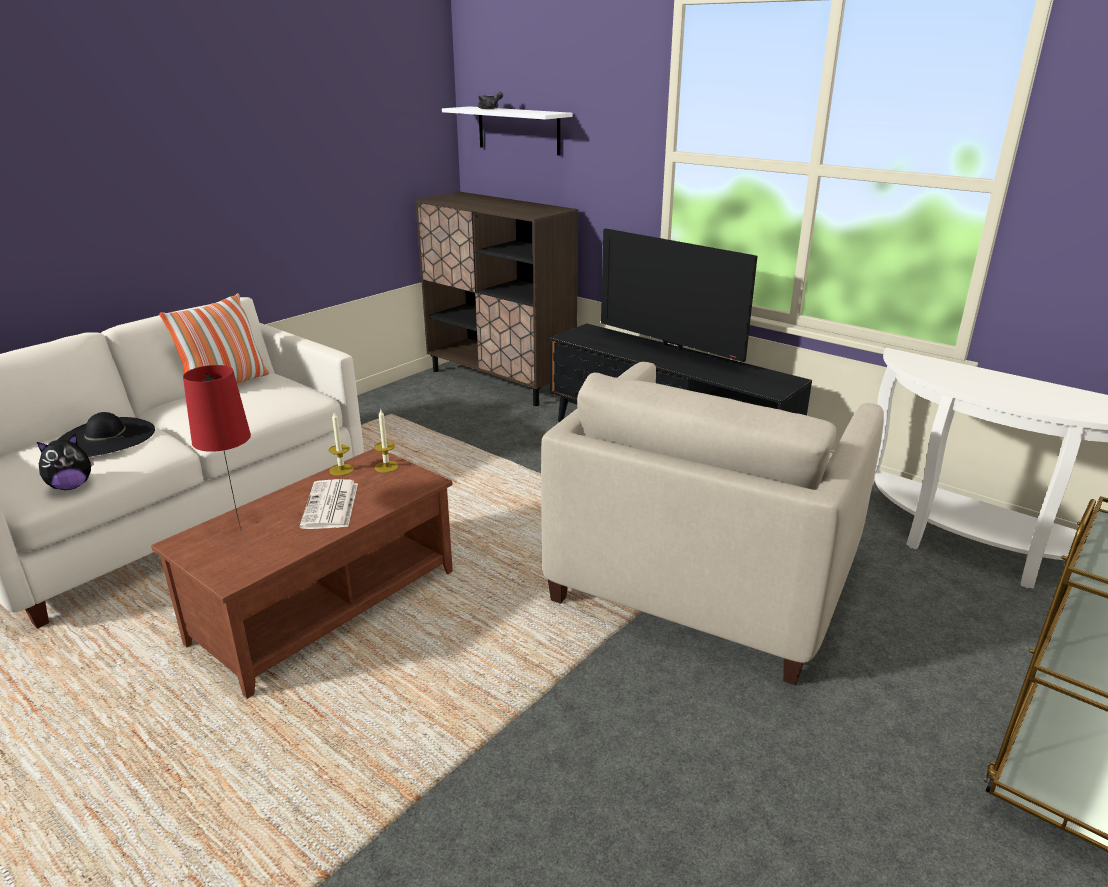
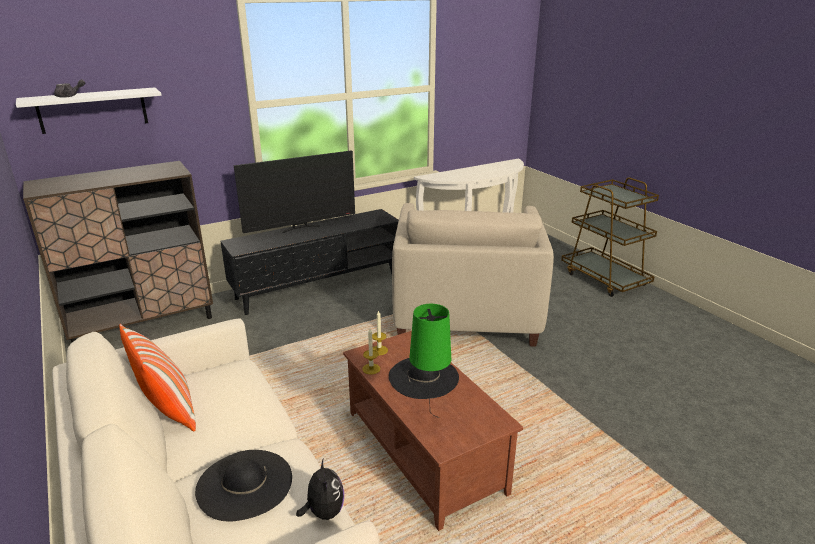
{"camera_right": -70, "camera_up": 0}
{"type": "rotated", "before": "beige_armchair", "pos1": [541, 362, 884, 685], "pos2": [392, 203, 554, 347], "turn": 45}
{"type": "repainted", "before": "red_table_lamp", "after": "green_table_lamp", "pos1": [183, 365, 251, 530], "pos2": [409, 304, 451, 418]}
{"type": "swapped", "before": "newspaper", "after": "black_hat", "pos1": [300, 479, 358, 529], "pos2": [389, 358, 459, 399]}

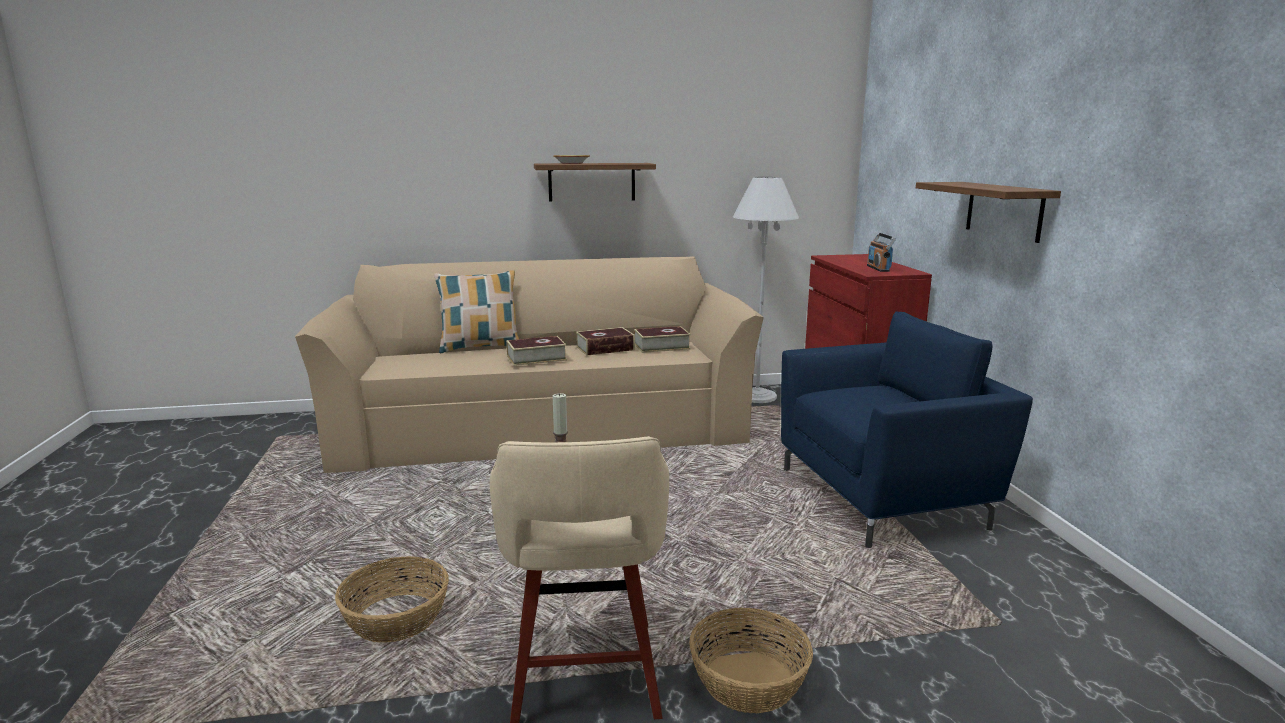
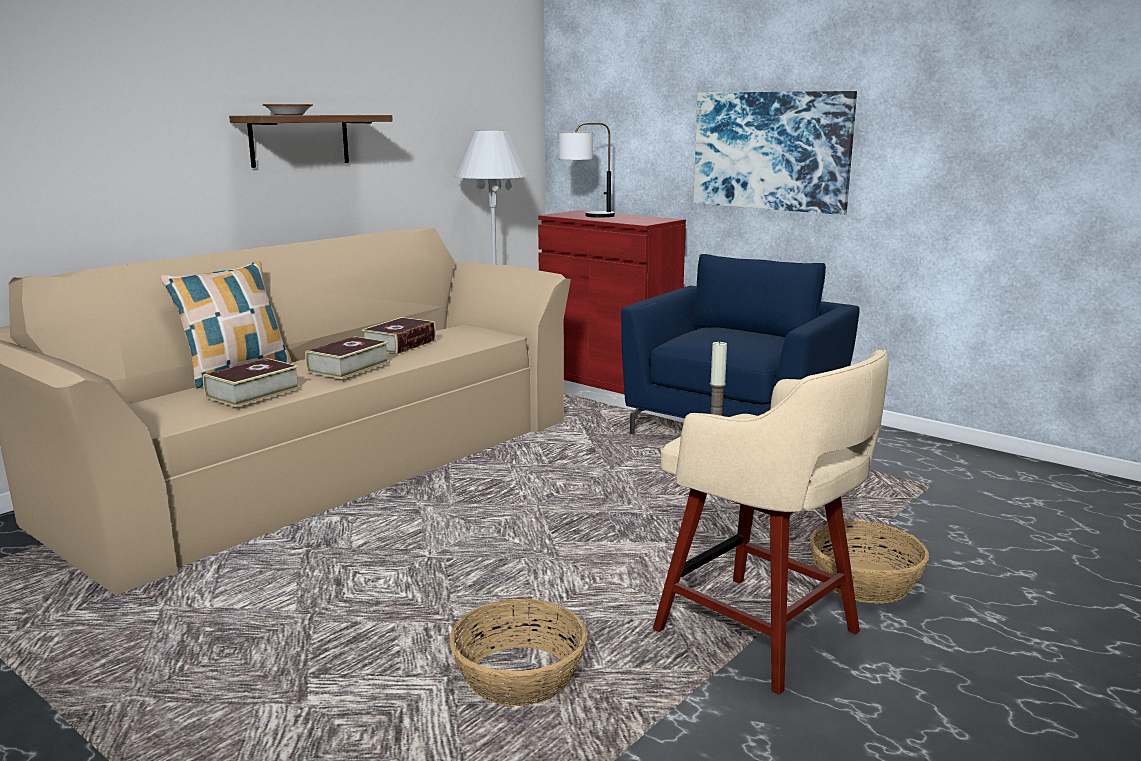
{"camera_right": -40, "camera_up": 0}
{"type": "swapped", "before": "shelf", "after": "picture", "pos1": [916, 182, 1061, 243], "pos2": [693, 91, 857, 215]}
{"type": "gone", "before": "radio", "pos1": [867, 233, 896, 272]}
{"type": "shifted", "before": "book", "pos1": [634, 326, 691, 353], "pos2": [203, 358, 301, 407]}
{"type": "new", "after": "table_lamp", "pos2": [559, 122, 615, 218]}

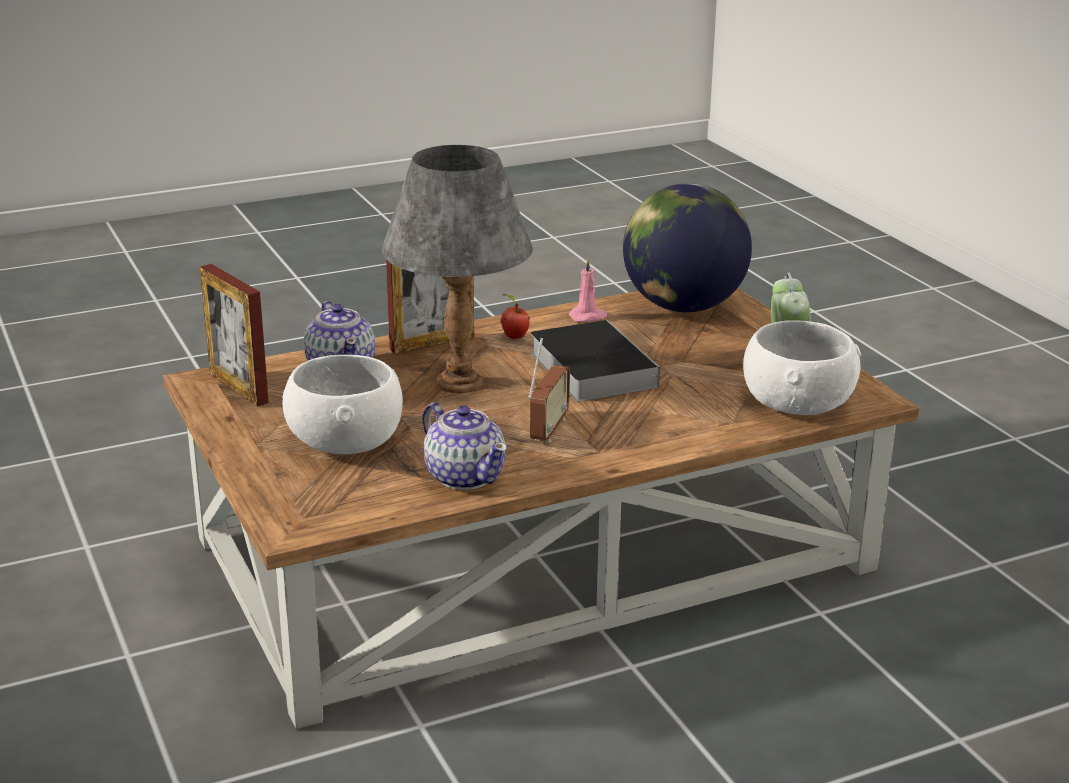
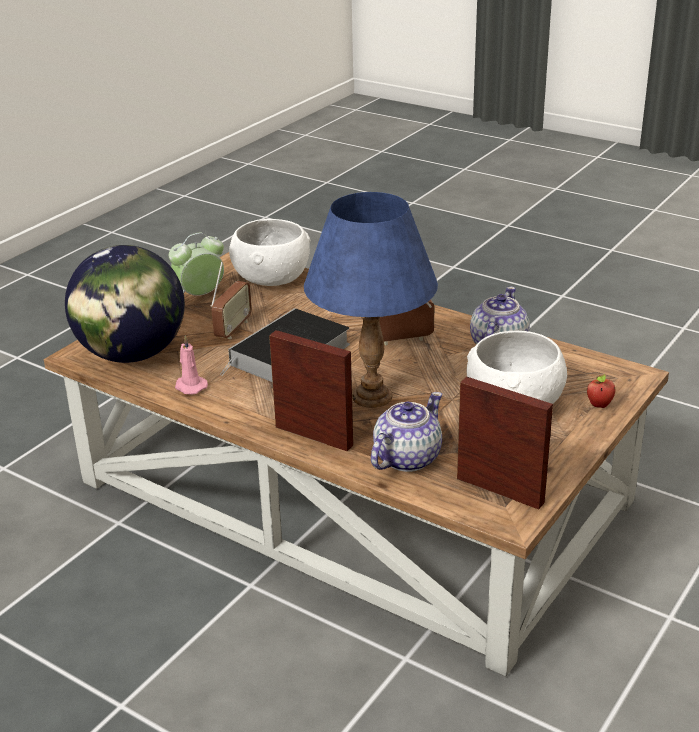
{"camera_right": -120, "camera_up": 5}
{"type": "repainted", "before": "grey_table_lamp", "after": "blue_table_lamp", "pos1": [382, 145, 533, 393], "pos2": [304, 192, 438, 408]}
{"type": "rotated", "before": "picture_frame", "pos1": [200, 264, 269, 407], "pos2": [457, 377, 553, 509], "turn": -75}
{"type": "shifted", "before": "apple", "pos1": [501, 294, 530, 339], "pos2": [587, 374, 615, 408]}
{"type": "new", "after": "radio", "pos2": [211, 262, 252, 339]}

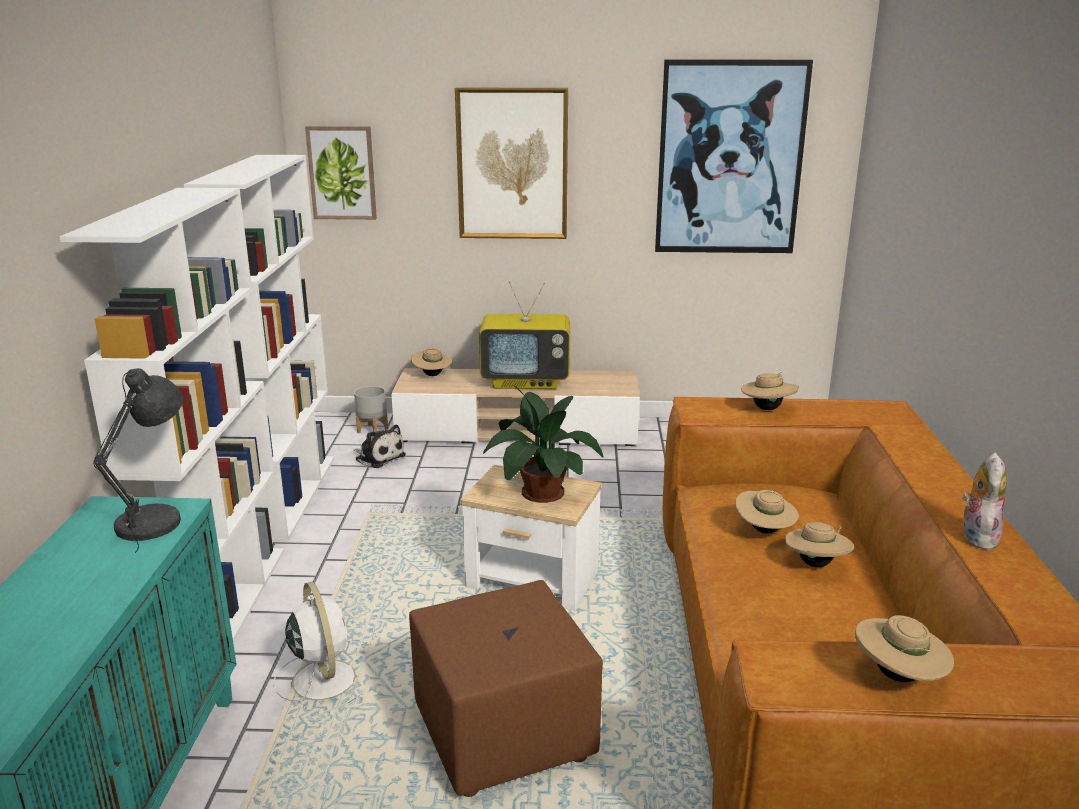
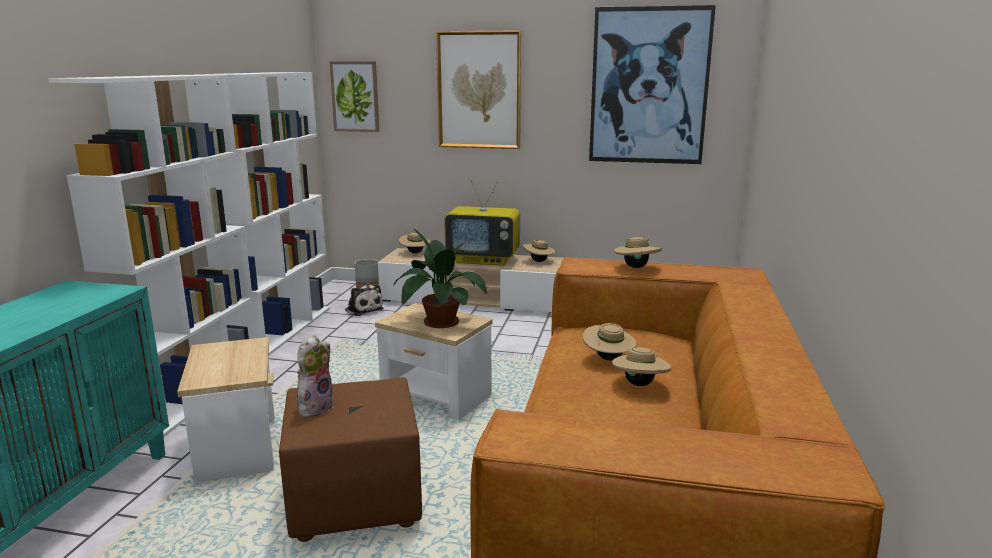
{"camera_right": 10, "camera_up": -5}
{"type": "gone", "before": "grey_table_lamp", "pos1": [93, 368, 183, 553]}
{"type": "shifted", "before": "plush_toy", "pos1": [962, 453, 1007, 550], "pos2": [297, 335, 334, 418]}
{"type": "swapped", "before": "white_fan", "after": "side_table", "pos1": [273, 581, 370, 715], "pos2": [177, 337, 275, 483]}
{"type": "shifted", "before": "beige_hat", "pos1": [855, 615, 954, 682], "pos2": [523, 240, 556, 262]}

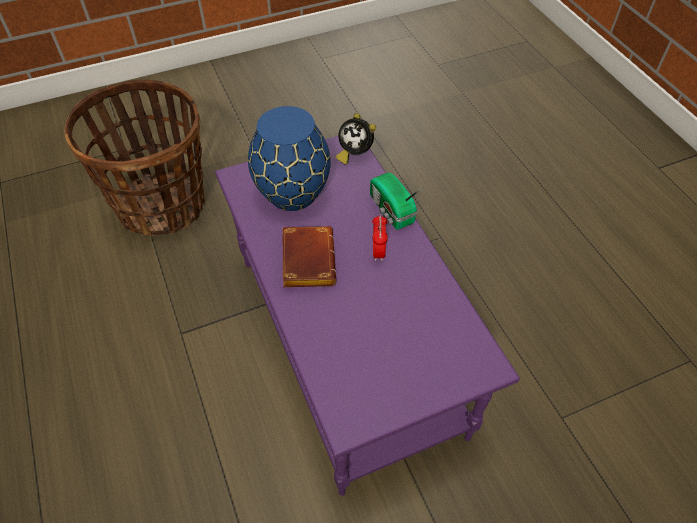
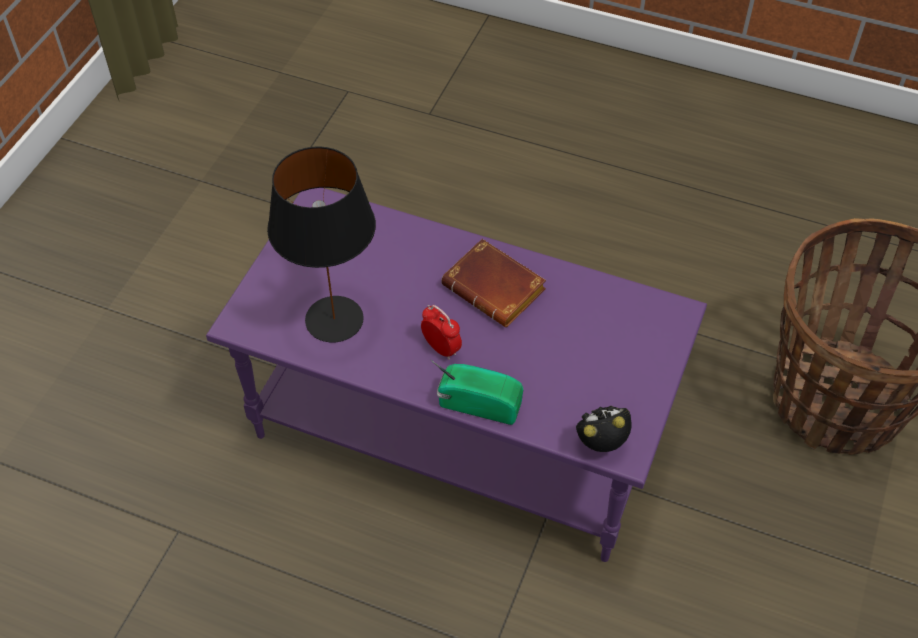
{"camera_right": 135, "camera_up": 0}
{"type": "gone", "before": "blue_vase", "pos1": [248, 106, 331, 211]}
{"type": "new", "after": "black_table_lamp", "pos2": [267, 147, 376, 342]}

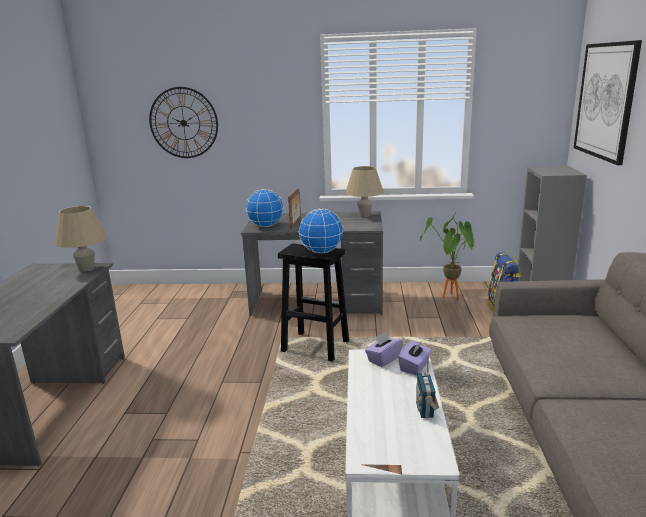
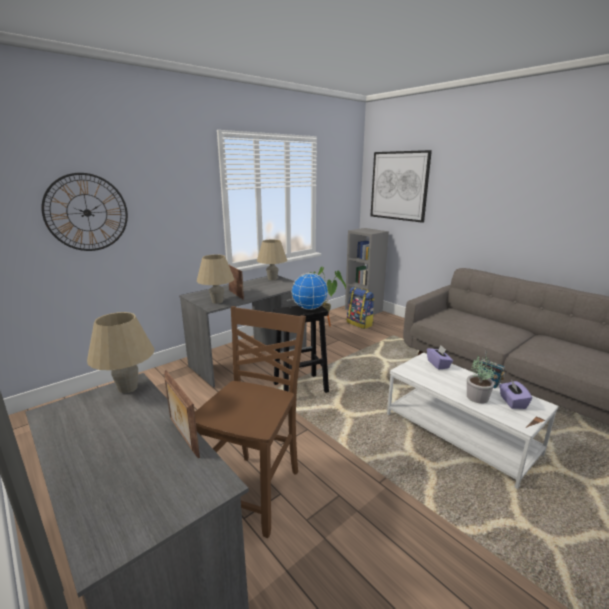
{"camera_right": -45, "camera_up": 0}
{"type": "swapped", "before": "globe", "after": "beige_table_lamp", "pos1": [246, 189, 284, 227], "pos2": [197, 254, 234, 304]}
{"type": "shifted", "before": "purple_tissue_box", "pos1": [365, 332, 403, 367], "pos2": [499, 380, 532, 409]}
{"type": "new", "after": "brown_chair", "pos2": [195, 306, 306, 538]}
{"type": "new", "after": "potted_plant", "pos2": [467, 354, 496, 404]}
{"type": "new", "after": "picture_frame", "pos2": [165, 370, 200, 459]}

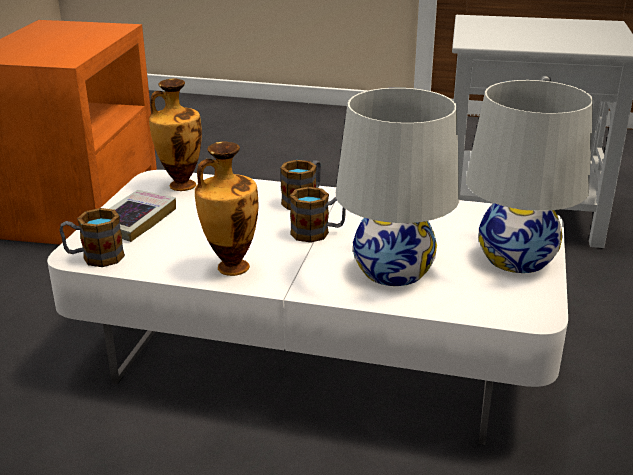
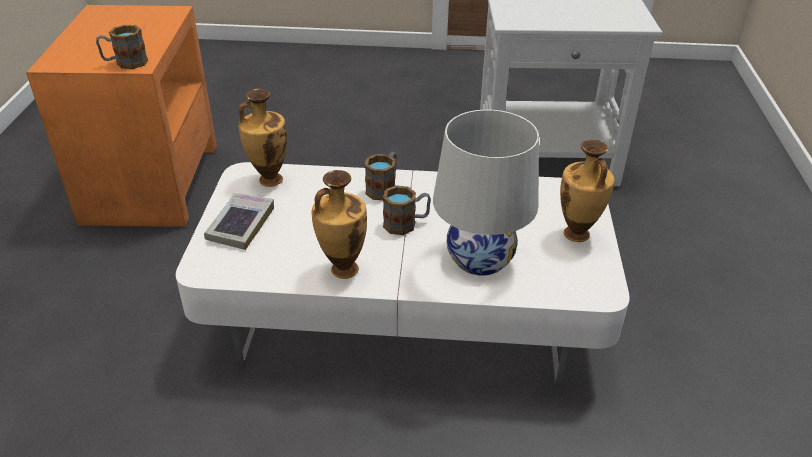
{"camera_right": -10, "camera_up": 10}
{"type": "swapped", "before": "white_table_lamp", "after": "vase", "pos1": [466, 80, 593, 273], "pos2": [560, 140, 615, 242]}
{"type": "shifted", "before": "mug", "pos1": [59, 208, 125, 267], "pos2": [96, 25, 148, 69]}

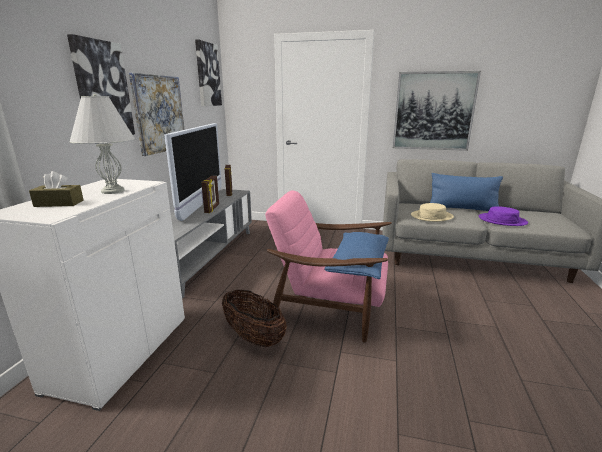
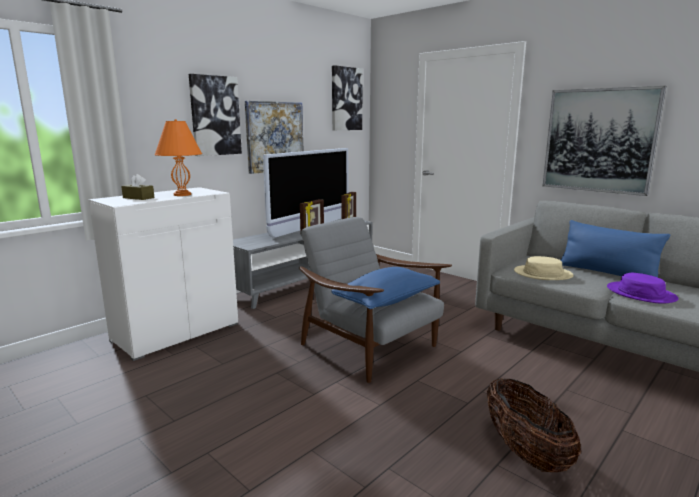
{"camera_right": 30, "camera_up": -5}
{"type": "repainted", "before": "white_table_lamp", "after": "orange_table_lamp", "pos1": [69, 94, 135, 194], "pos2": [154, 119, 202, 196]}
{"type": "repainted", "before": "pink_armchair", "after": "grey_armchair", "pos1": [265, 190, 392, 343], "pos2": [299, 217, 452, 383]}
{"type": "shifted", "before": "basket", "pos1": [222, 289, 287, 347], "pos2": [487, 378, 581, 472]}

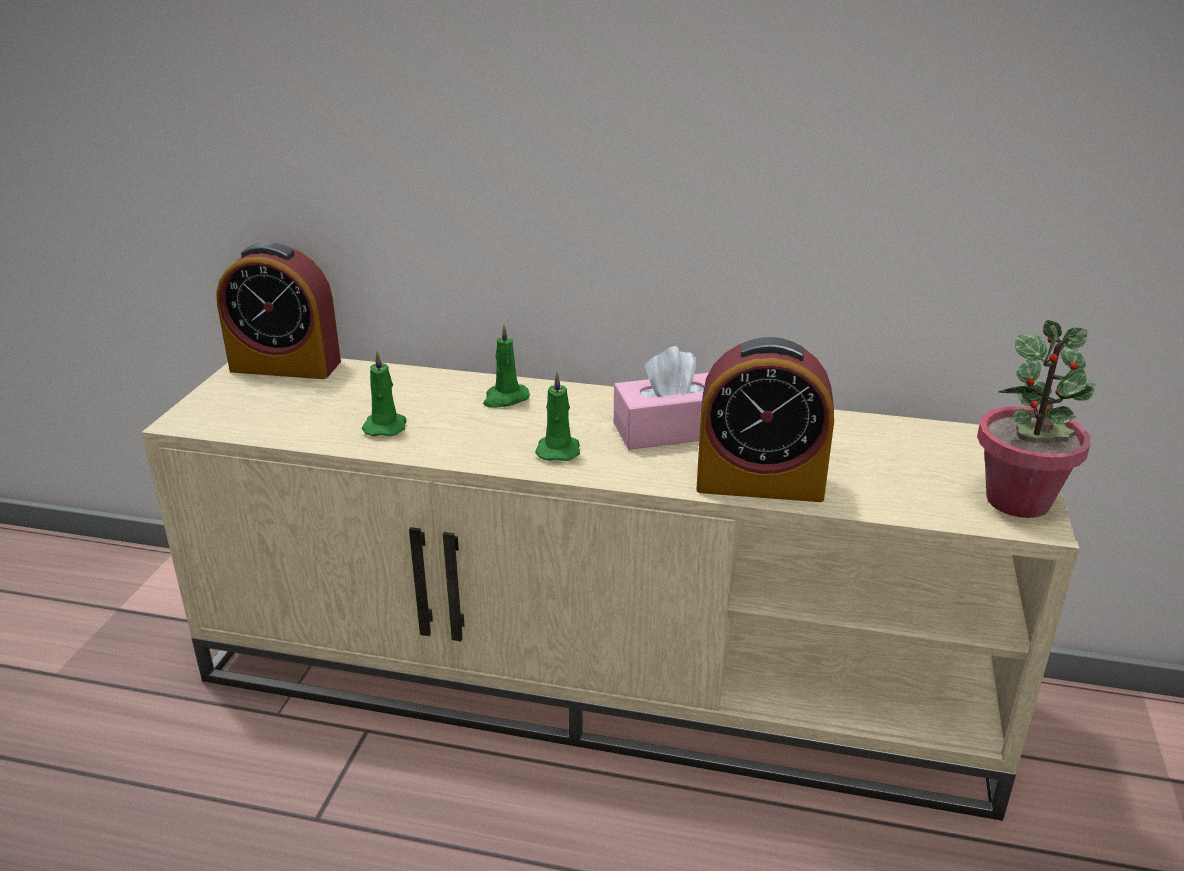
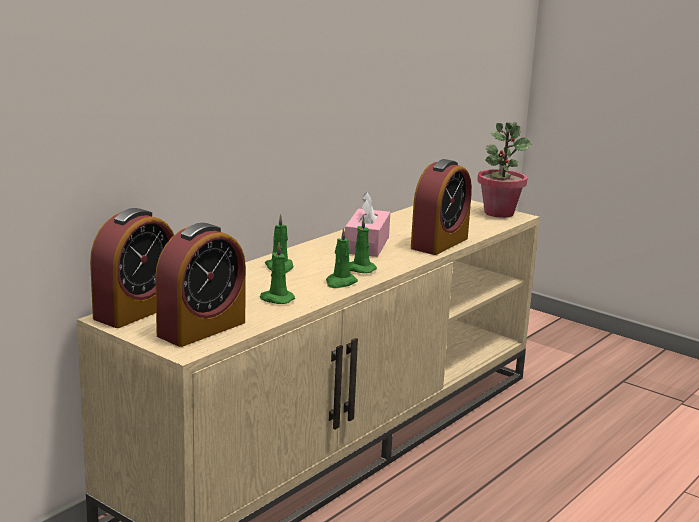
{"camera_right": -65, "camera_up": -10}
{"type": "new", "after": "alarm_clock", "pos2": [155, 223, 246, 347]}
{"type": "new", "after": "green_candle", "pos2": [326, 228, 358, 288]}

